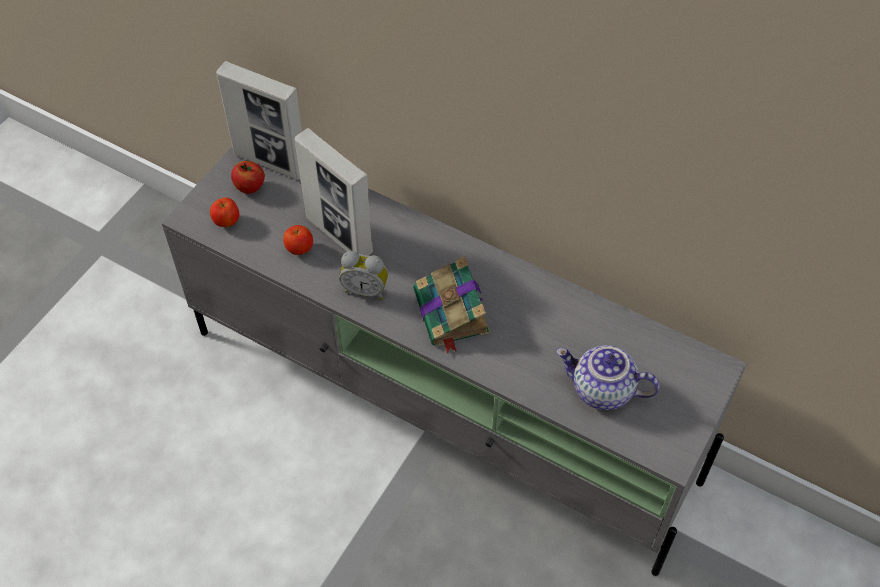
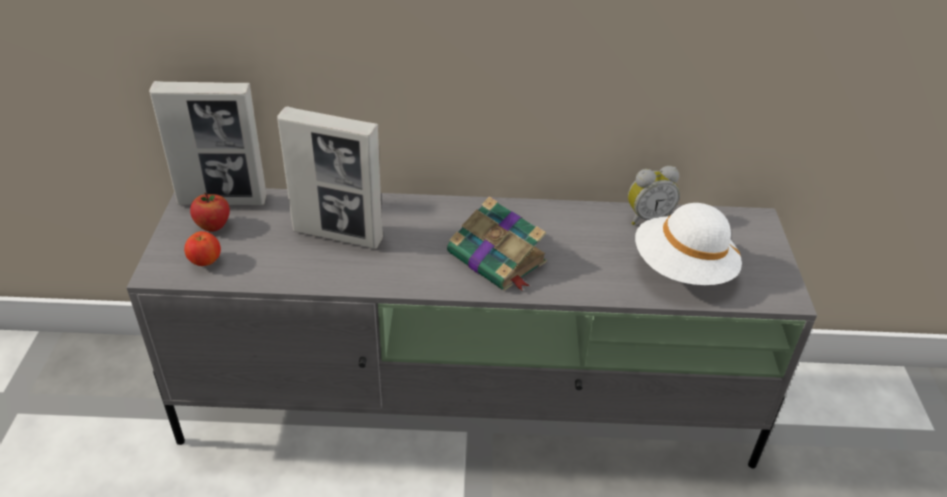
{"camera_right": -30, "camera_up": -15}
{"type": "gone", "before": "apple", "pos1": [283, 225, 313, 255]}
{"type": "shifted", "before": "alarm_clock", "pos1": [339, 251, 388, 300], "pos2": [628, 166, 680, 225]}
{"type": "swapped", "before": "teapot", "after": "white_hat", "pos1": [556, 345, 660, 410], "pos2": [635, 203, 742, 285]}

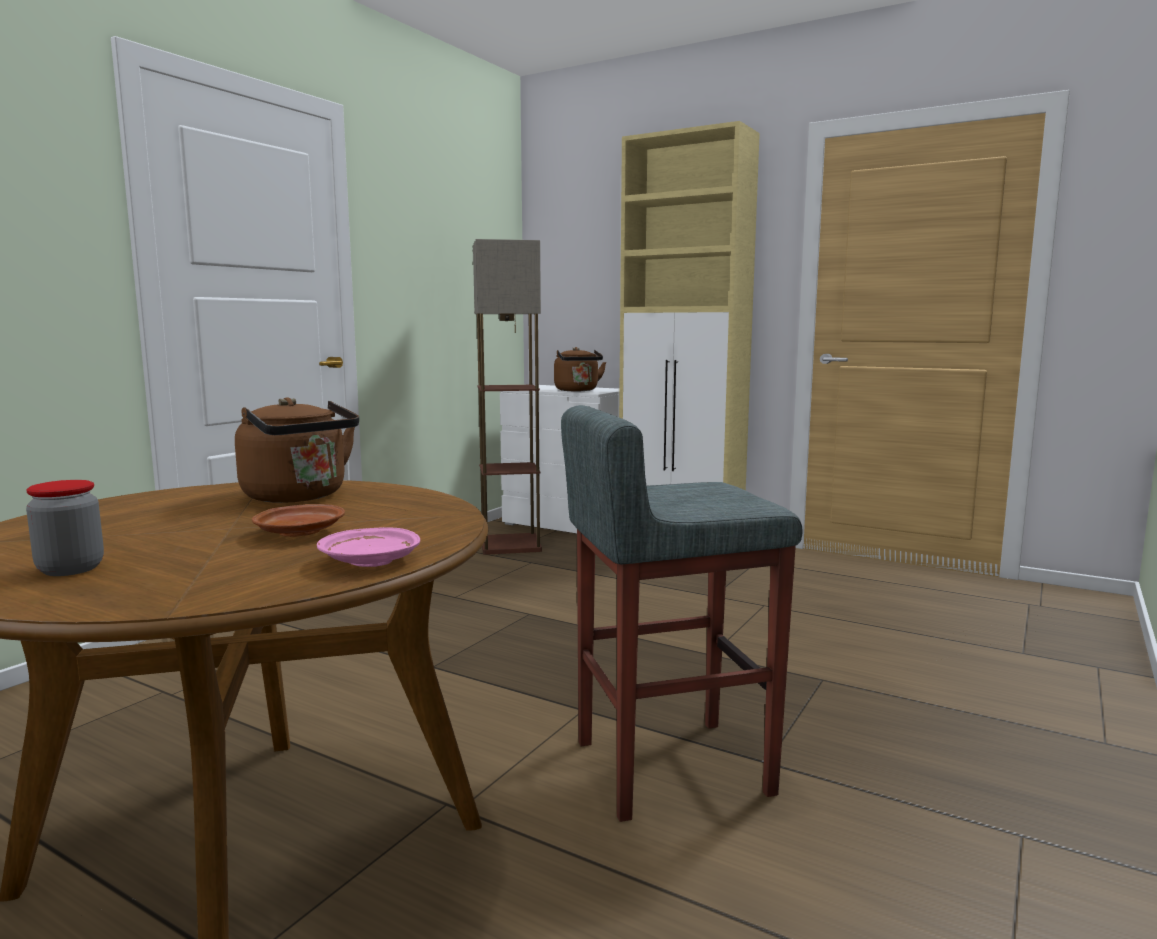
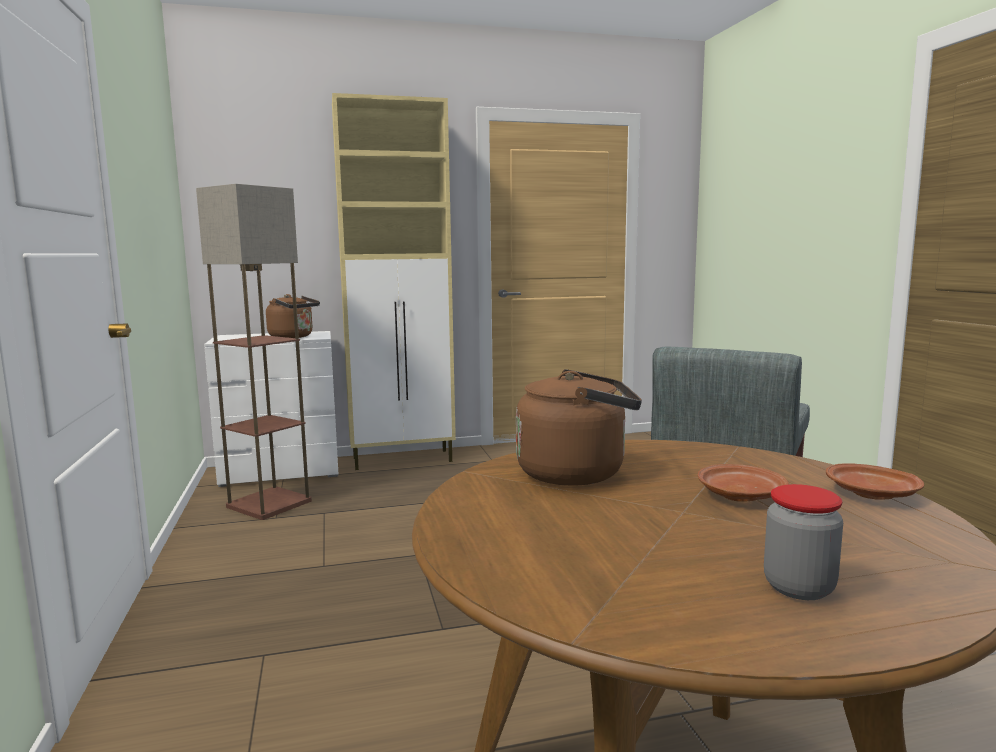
{"camera_right": -45, "camera_up": 0}
{"type": "repainted", "before": "pink_plate", "after": "brown_plate", "pos1": [317, 527, 420, 567], "pos2": [826, 463, 924, 499]}

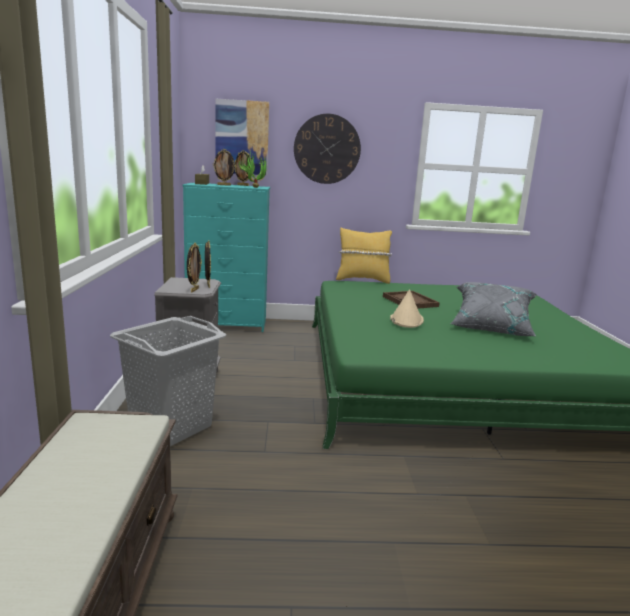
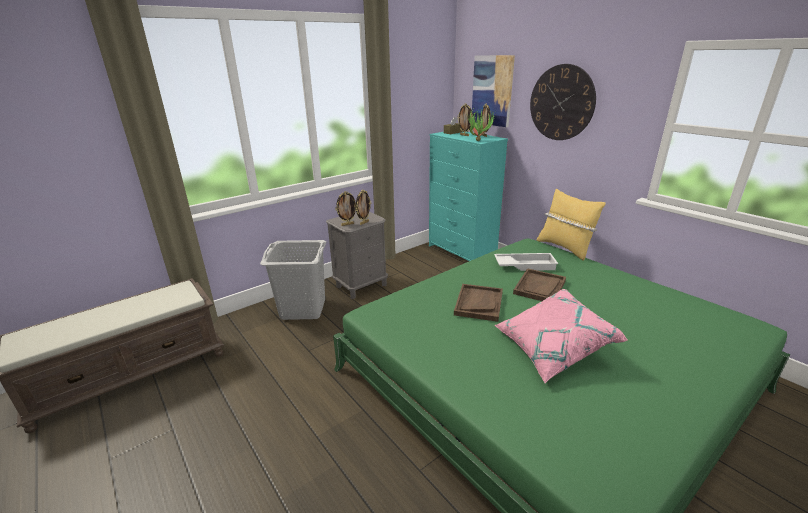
{"camera_right": 55, "camera_up": 10}
{"type": "repainted", "before": "grey_pillow", "after": "pink_pillow", "pos1": [451, 282, 537, 336], "pos2": [495, 289, 628, 383]}
{"type": "swapped", "before": "beige_hat", "after": "brown_tray", "pos1": [390, 289, 424, 328], "pos2": [454, 284, 503, 322]}
{"type": "new", "after": "white_tray", "pos2": [494, 253, 558, 271]}

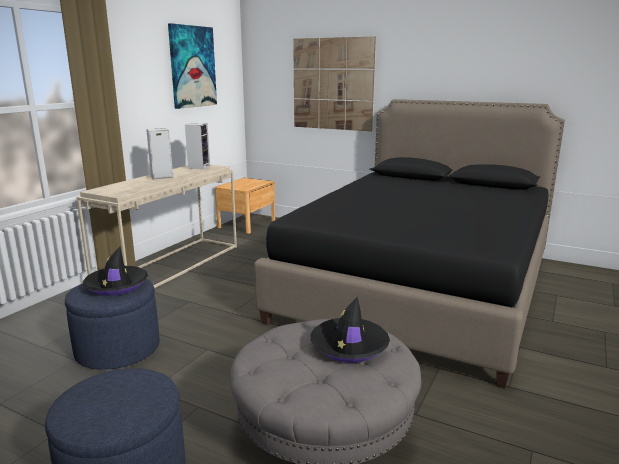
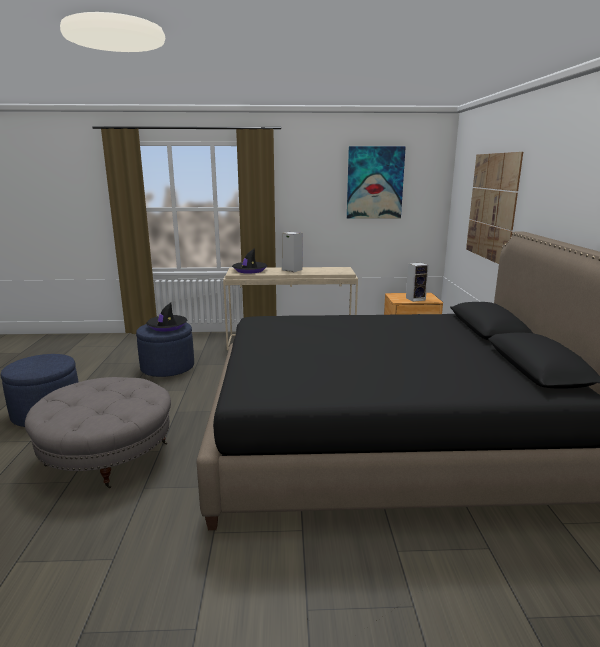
{"camera_right": 60, "camera_up": 0}
{"type": "shifted", "before": "speaker", "pos1": [185, 123, 210, 169], "pos2": [406, 263, 429, 302]}
{"type": "shifted", "before": "black_hat", "pos1": [310, 296, 390, 363], "pos2": [232, 248, 267, 274]}

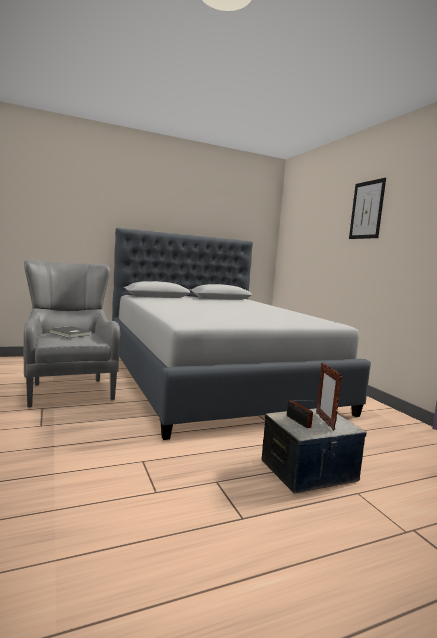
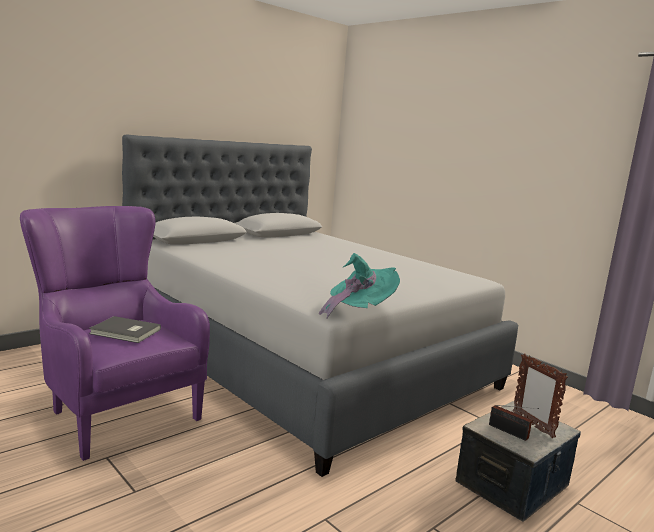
{"camera_right": -20, "camera_up": 5}
{"type": "gone", "before": "picture", "pos1": [349, 178, 386, 239]}
{"type": "repainted", "before": "grey_armchair", "after": "purple_armchair", "pos1": [24, 259, 120, 407], "pos2": [20, 206, 210, 461]}
{"type": "new", "after": "turquoise_hat", "pos2": [319, 253, 400, 318]}

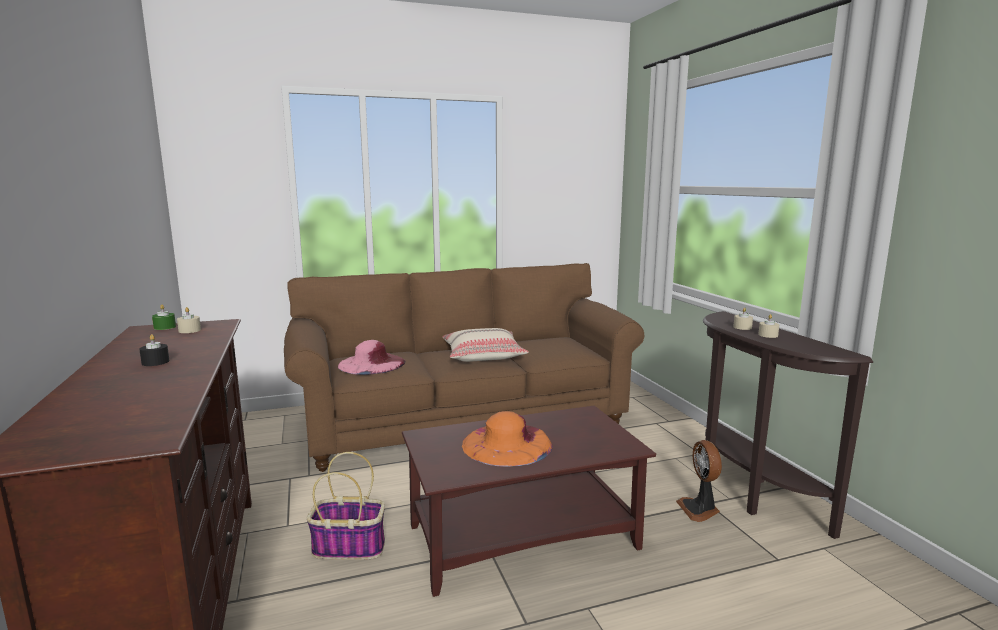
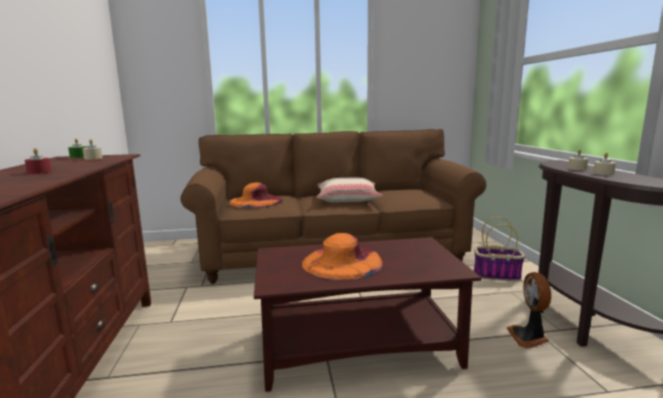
{"camera_right": 10, "camera_up": 0}
{"type": "repainted", "before": "black_candle", "after": "red_candle", "pos1": [139, 334, 170, 366], "pos2": [25, 148, 52, 174]}
{"type": "repainted", "before": "pink_hat", "after": "orange_hat", "pos1": [338, 340, 405, 375], "pos2": [229, 182, 283, 208]}
{"type": "shifted", "before": "basket", "pos1": [307, 452, 385, 559], "pos2": [474, 217, 525, 281]}

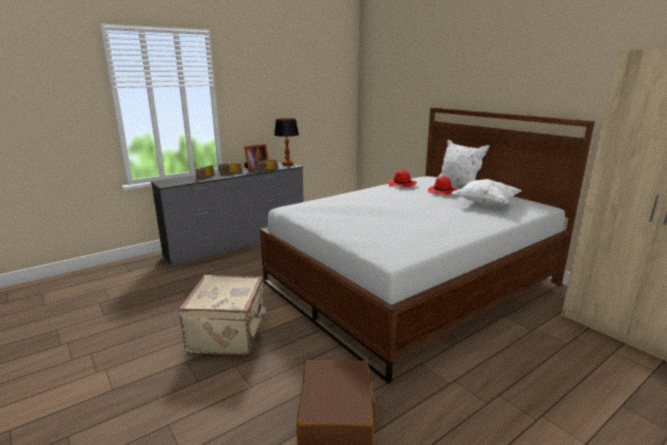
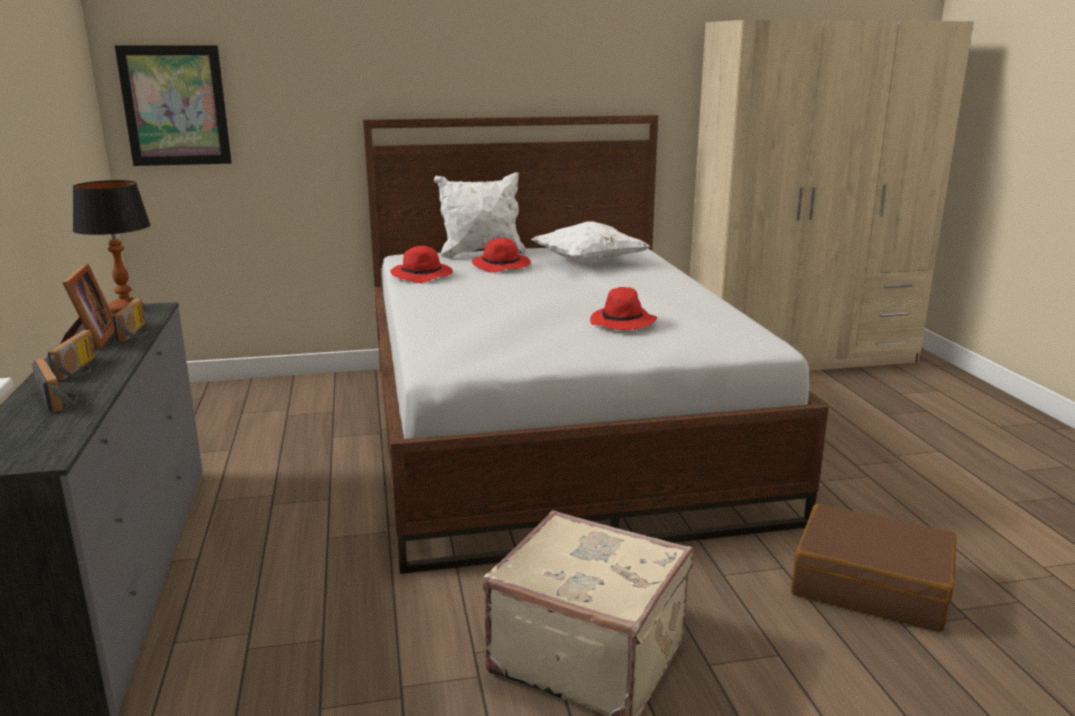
{"camera_right": -65, "camera_up": 0}
{"type": "new", "after": "picture", "pos2": [115, 45, 232, 166]}
{"type": "new", "after": "red_hat", "pos2": [590, 287, 657, 330]}

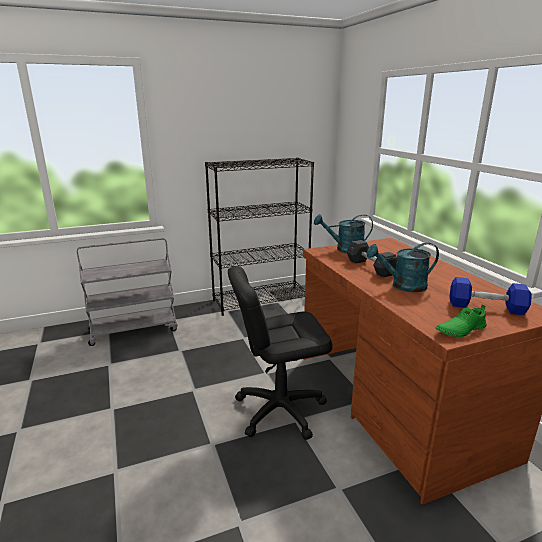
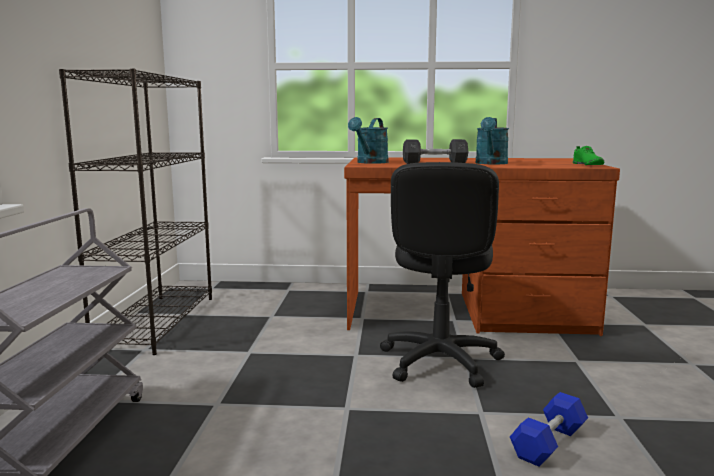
{"camera_right": -65, "camera_up": -10}
{"type": "shifted", "before": "blue_dumbbell", "pos1": [450, 277, 532, 315], "pos2": [510, 392, 588, 467]}

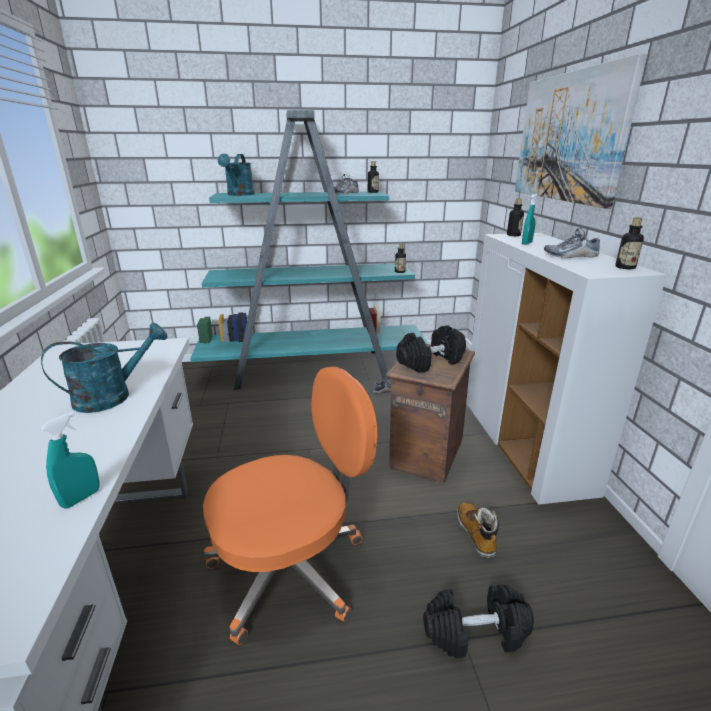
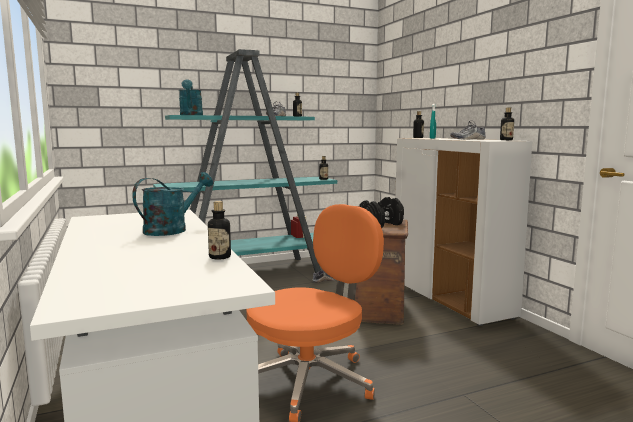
{"camera_right": -15, "camera_up": -15}
{"type": "gone", "before": "picture", "pos1": [515, 53, 647, 208]}
{"type": "swapped", "before": "turquoise_spray_bottle", "after": "bottle", "pos1": [40, 412, 99, 509], "pos2": [208, 201, 231, 260]}
{"type": "gone", "before": "boot", "pos1": [458, 502, 499, 558]}
{"type": "gone", "before": "black_dumbbell", "pos1": [423, 584, 534, 658]}

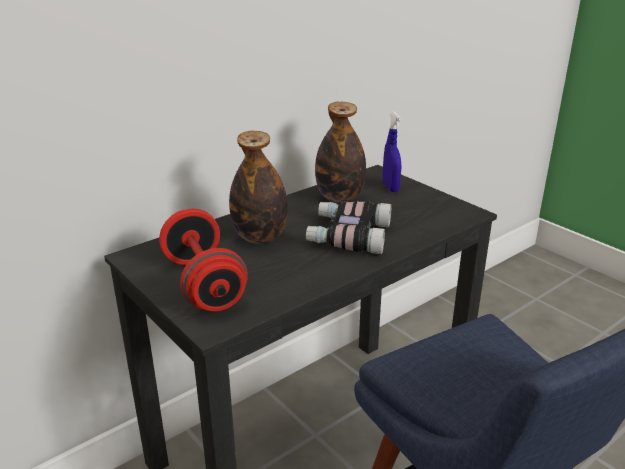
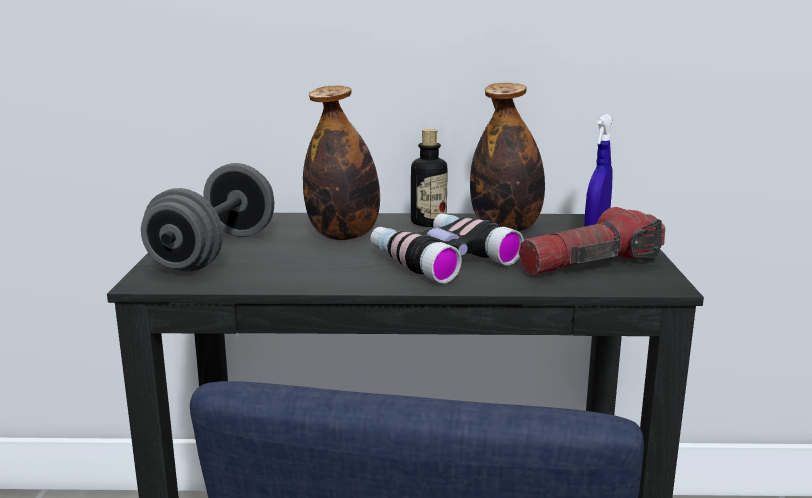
{"camera_right": 40, "camera_up": -10}
{"type": "repainted", "before": "red_dumbbell", "after": "grey_dumbbell", "pos1": [159, 209, 248, 312], "pos2": [141, 163, 274, 271]}
{"type": "new", "after": "bottle", "pos2": [411, 129, 448, 227]}
{"type": "new", "after": "flashlight", "pos2": [519, 207, 665, 275]}

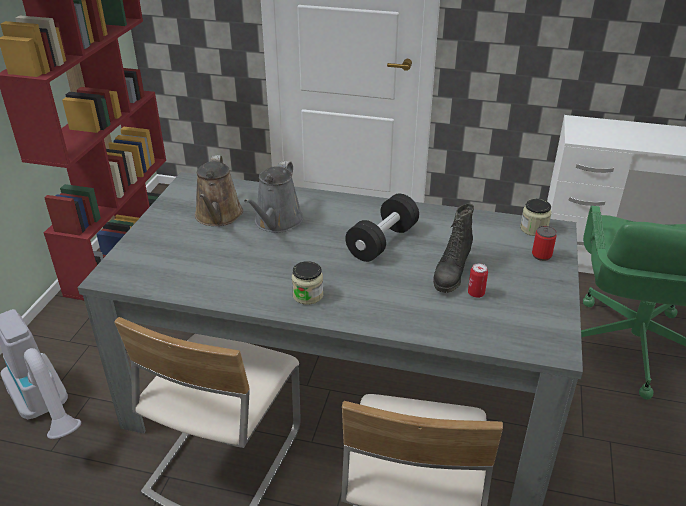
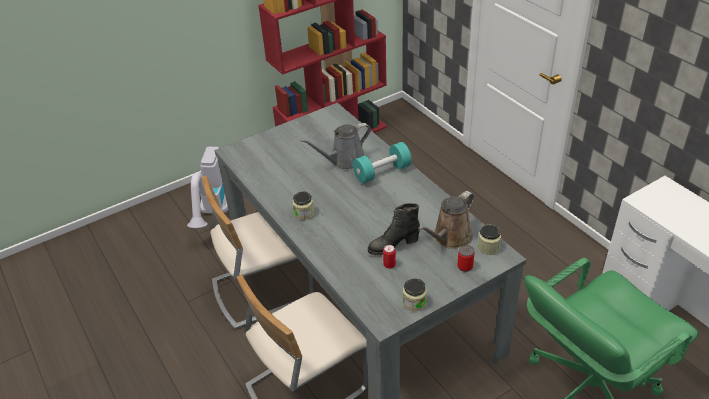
{"camera_right": 45, "camera_up": 5}
{"type": "shifted", "before": "brown_watering_can", "pos1": [195, 155, 243, 226], "pos2": [418, 191, 474, 249]}
{"type": "gone", "before": "black_dumbbell", "pos1": [345, 194, 419, 262]}
{"type": "new", "after": "turquoise_dumbbell", "pos2": [353, 142, 412, 184]}
{"type": "new", "after": "jar", "pos2": [403, 278, 427, 312]}

